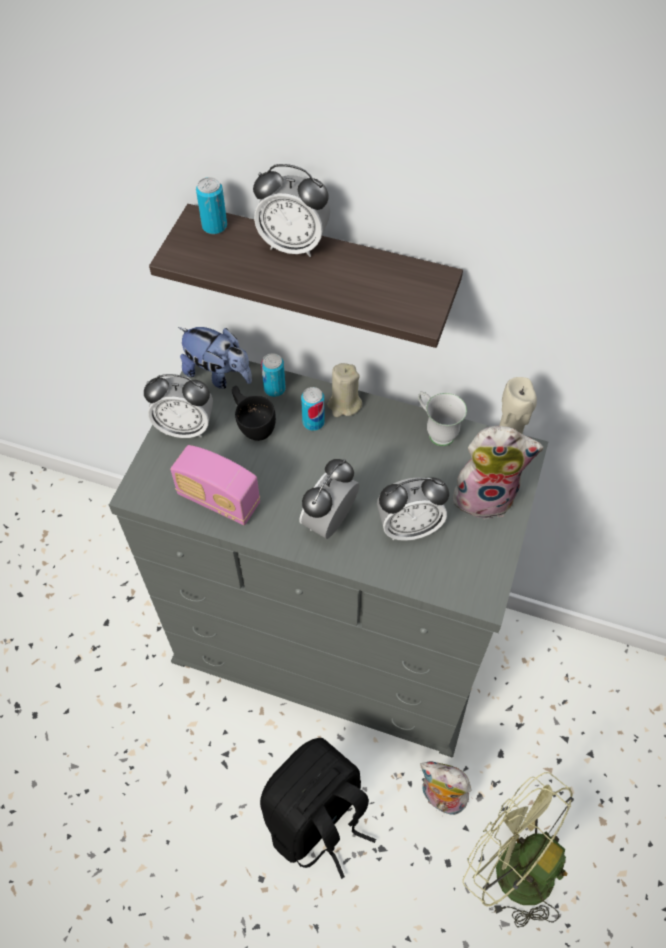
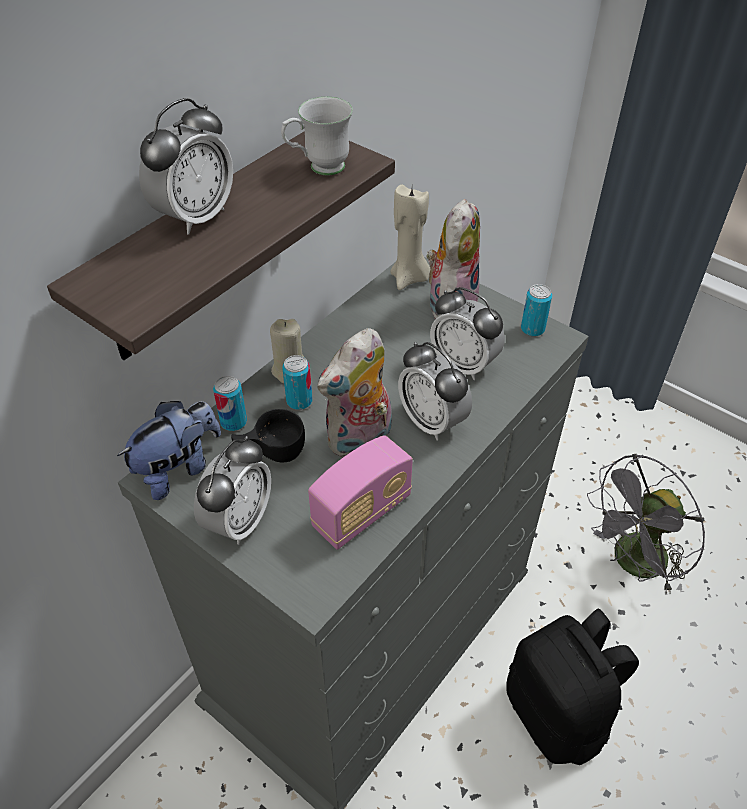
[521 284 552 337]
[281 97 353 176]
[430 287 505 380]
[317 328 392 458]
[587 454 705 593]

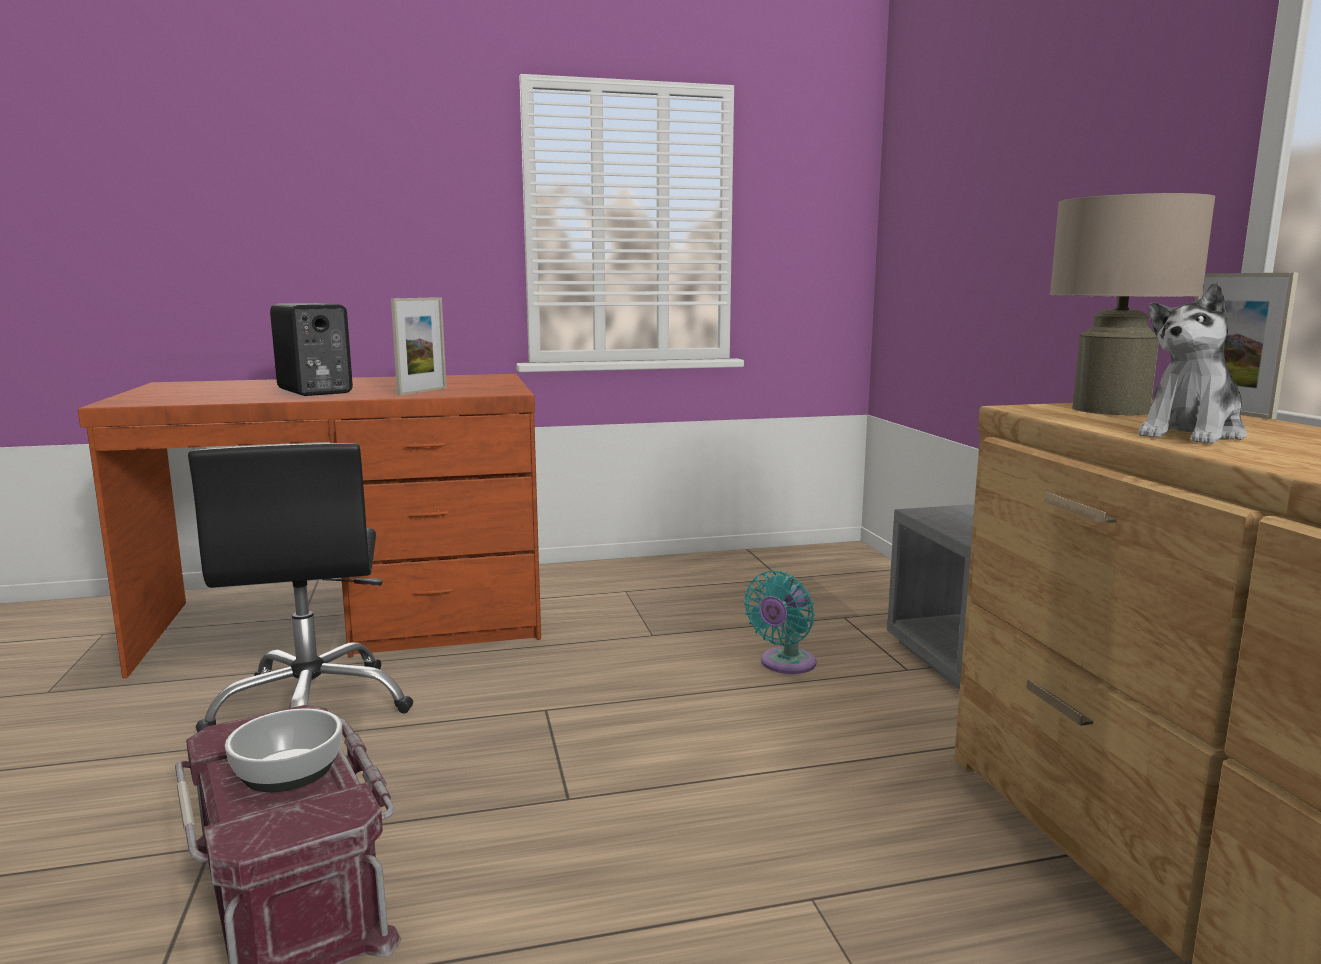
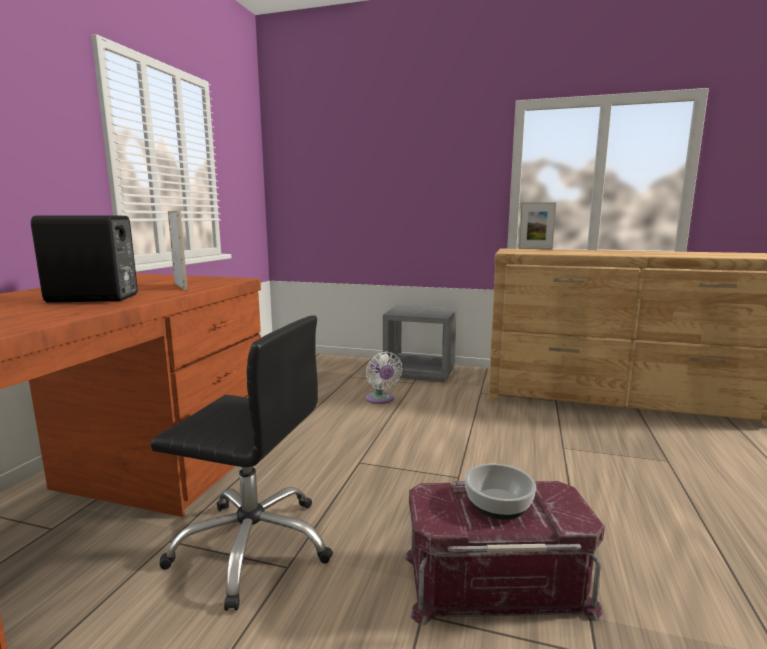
[1050 193 1215 415] (first image)
[1138 282 1247 444] (first image)
[366 352 403 404]

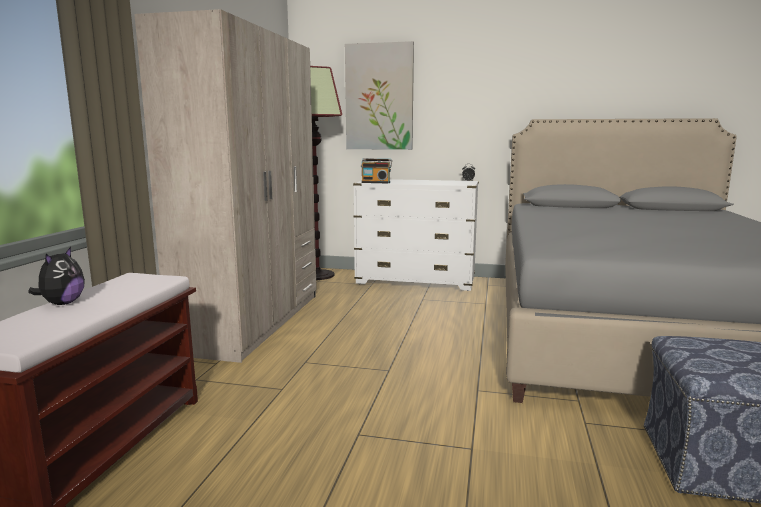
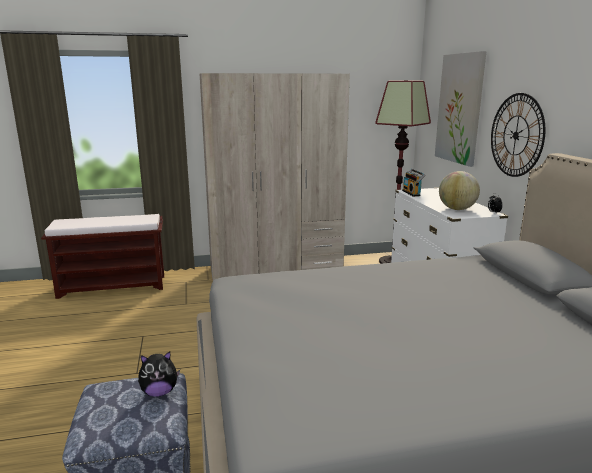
[138 351 180 397]
[491 93 545 177]
[439 171 480 210]

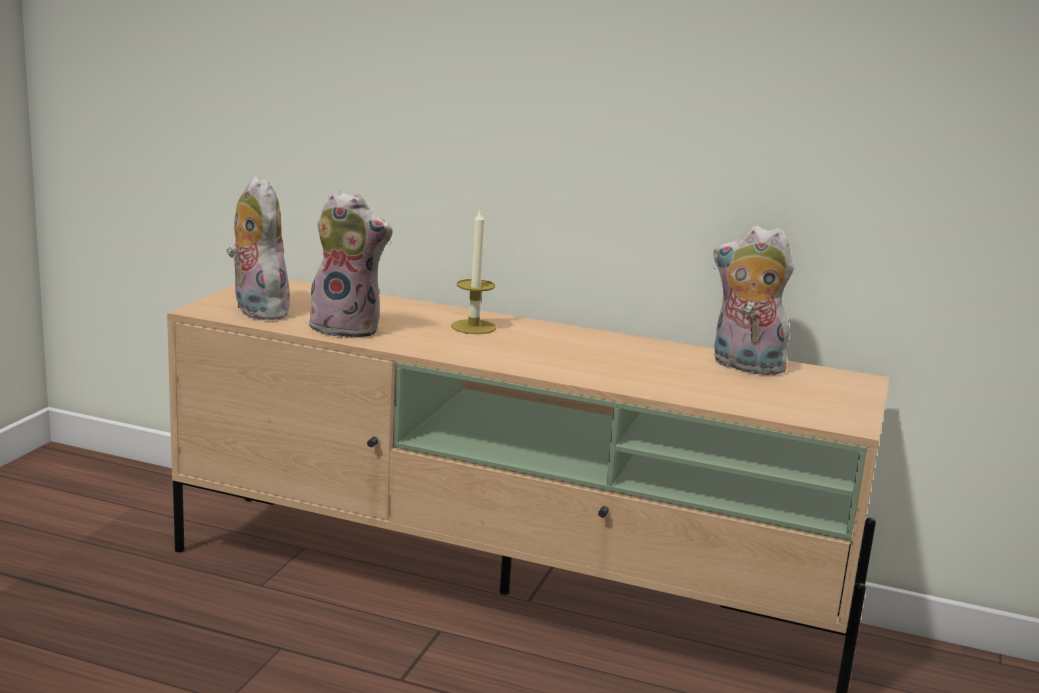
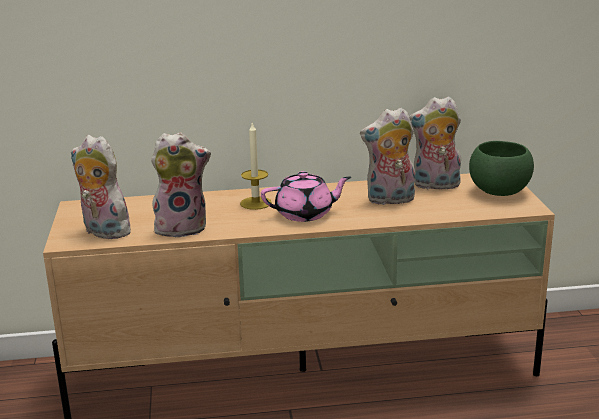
[360 107 415 205]
[469 141 534 196]
[261 171 351 222]

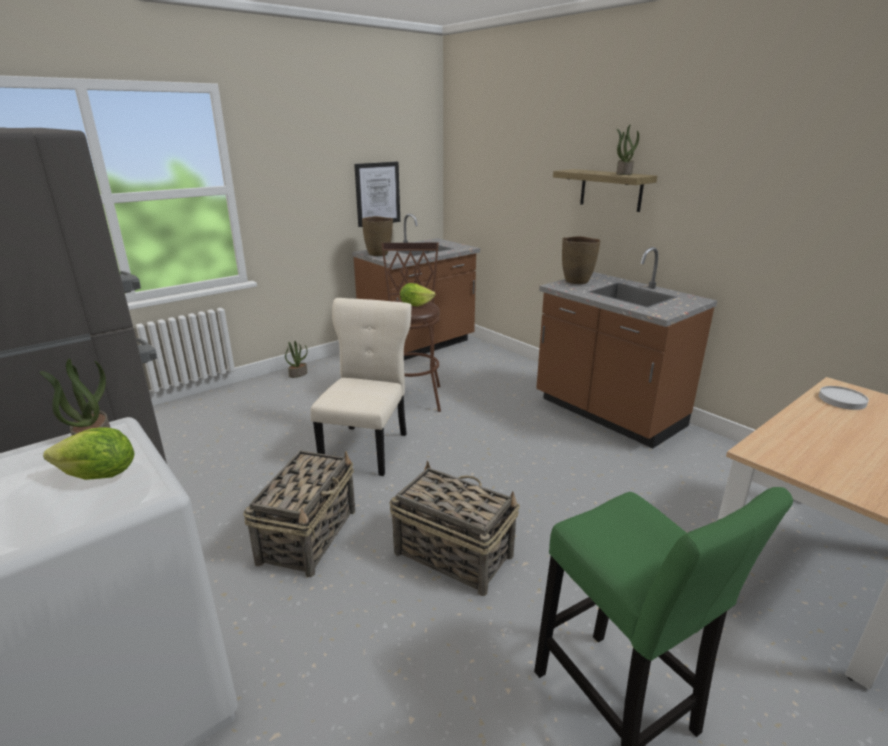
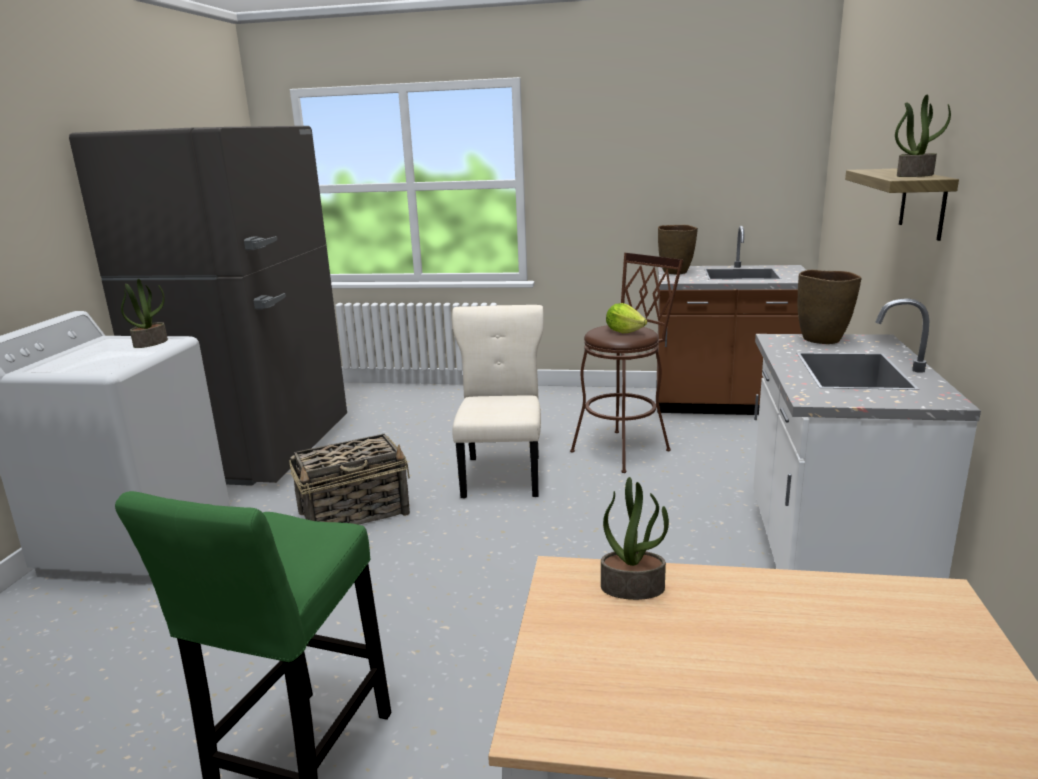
[354 162 400 227] (first image)
[753 299 981 579]
[452 305 544 498]
[601 477 669 600]
[819 386 869 410] (first image)
[43 427 135 480] (first image)
[390 461 520 596] (first image)

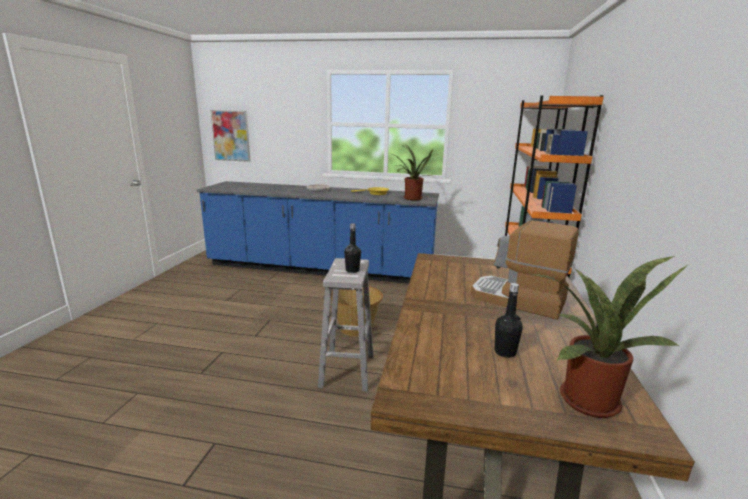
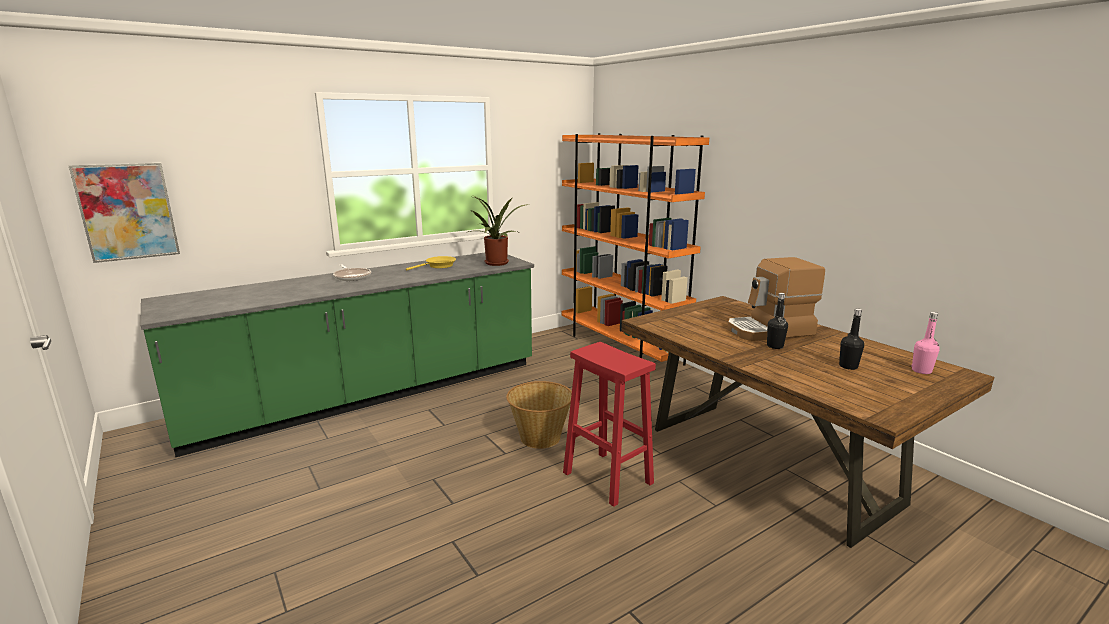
[140 253 534 457]
[767 293 788 349]
[911 312 940 374]
[563 342 656 507]

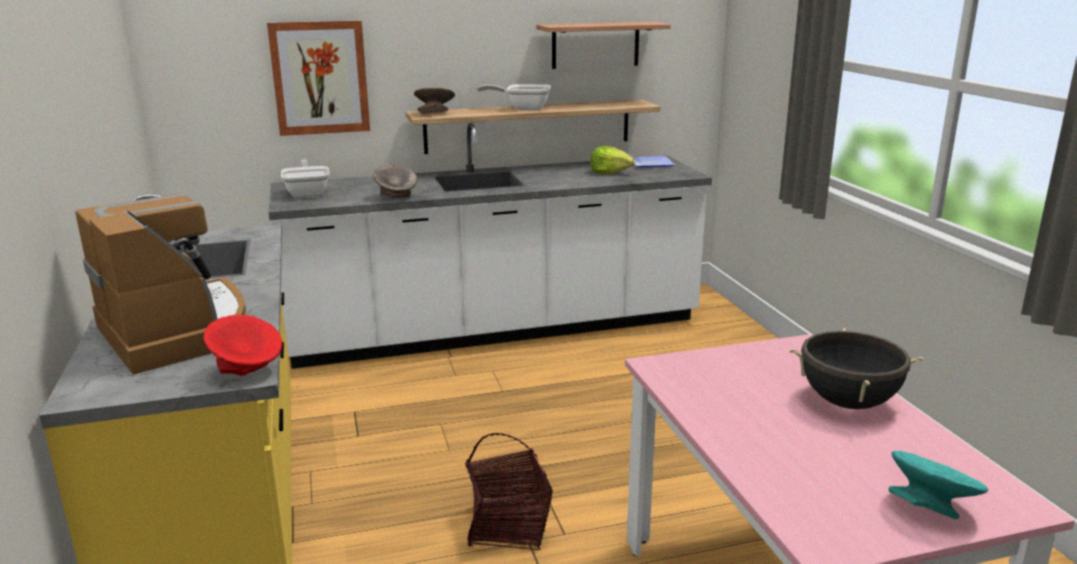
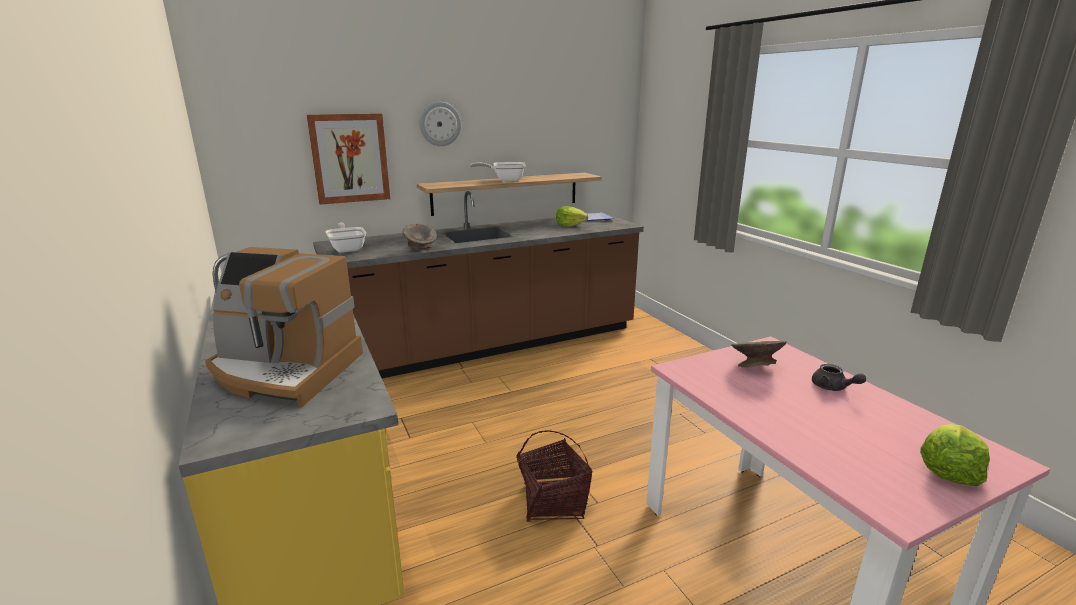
[537 22 671 69] (first image)
[731 341 787 367]
[313 191 644 378]
[205 247 363 407]
[203 315 282 376] (first image)
[812 364 866 391]
[920 424 990 487]
[420 102 461 146]

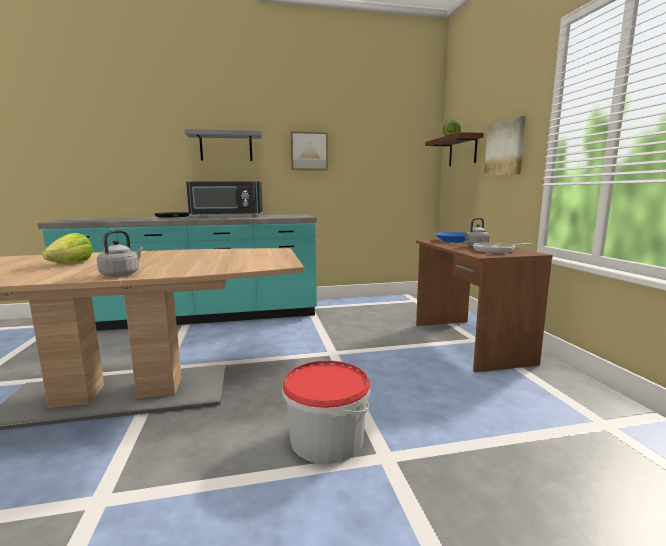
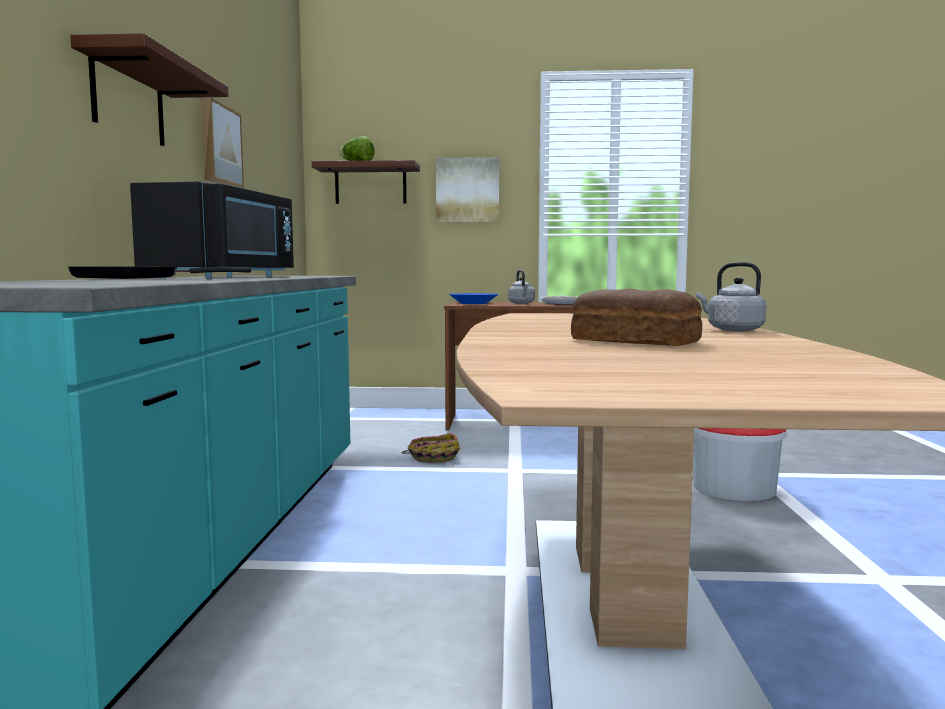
[70 33 229 146]
[571 289 702 346]
[402 433 460 463]

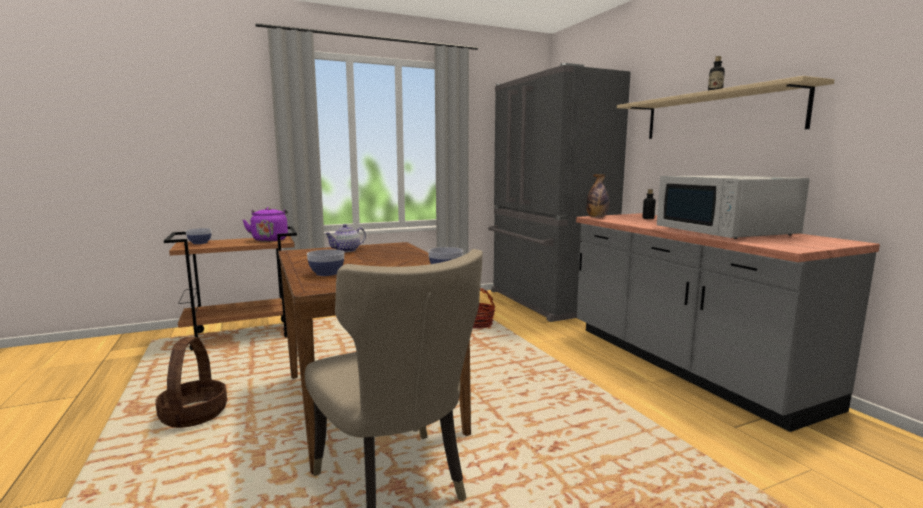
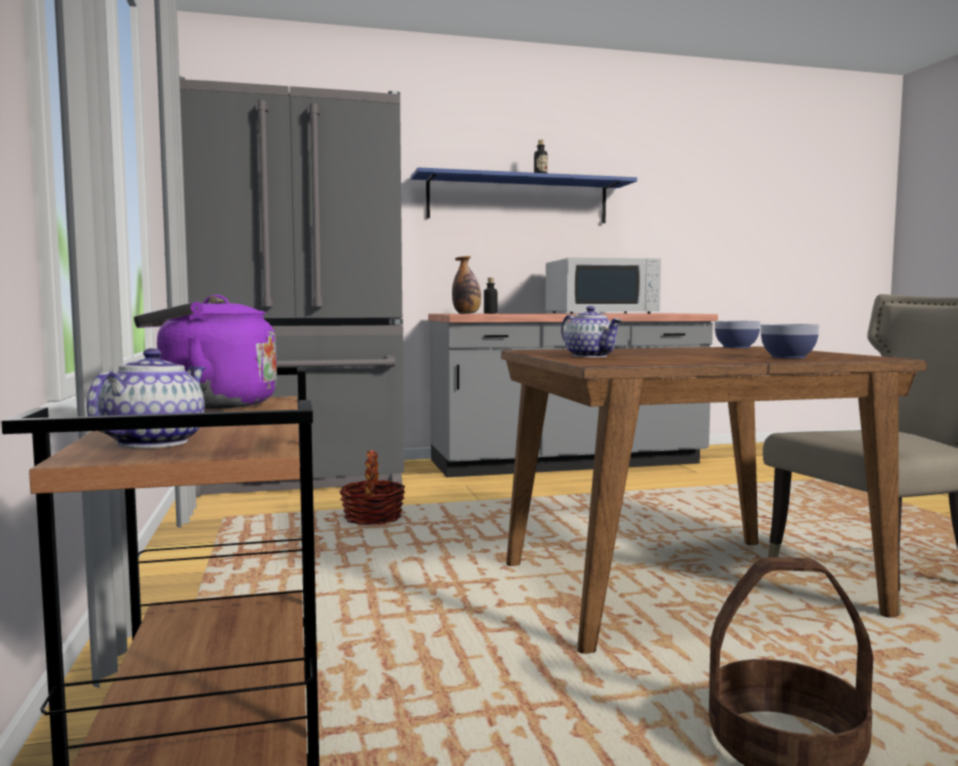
[411 167 637 223]
[87 348 206 448]

